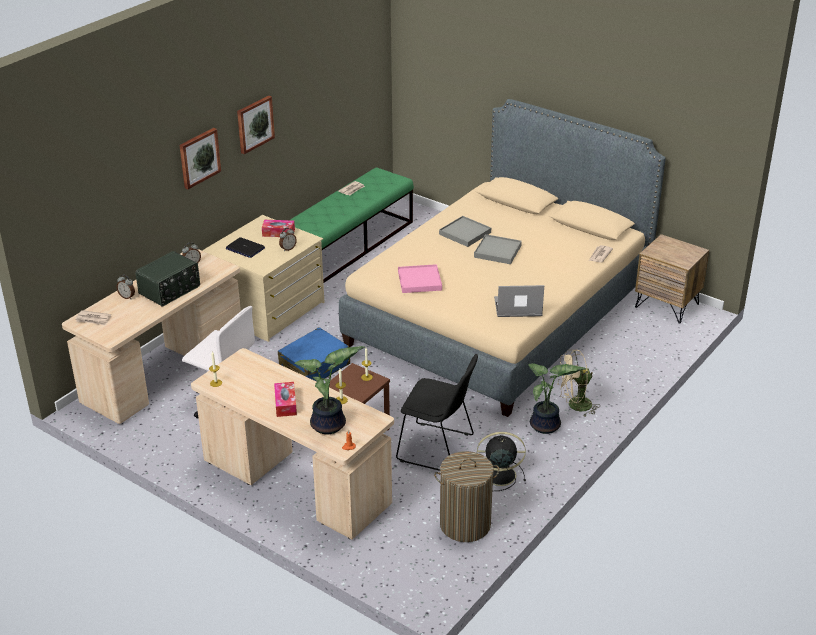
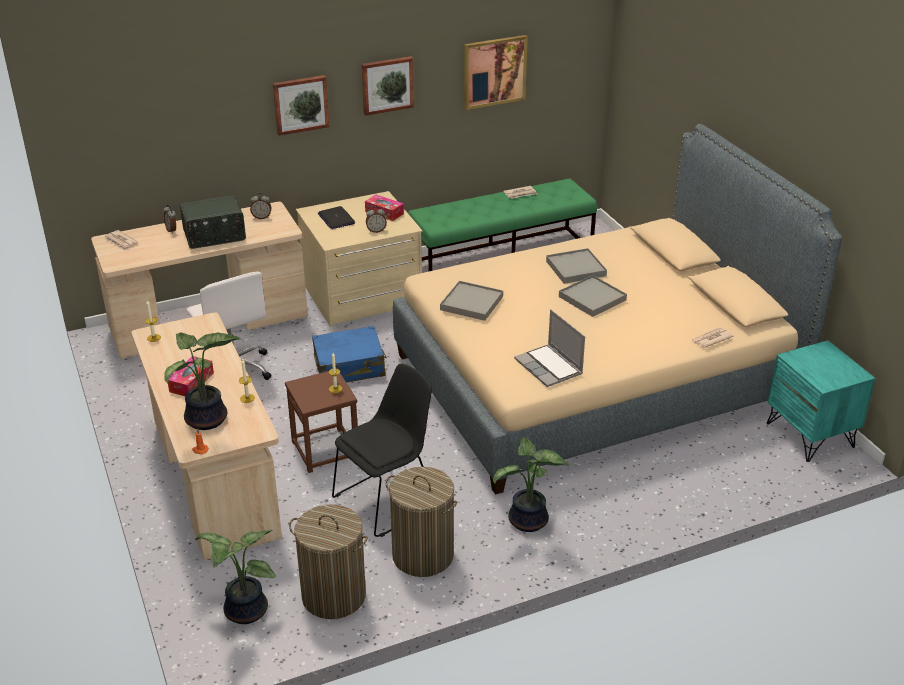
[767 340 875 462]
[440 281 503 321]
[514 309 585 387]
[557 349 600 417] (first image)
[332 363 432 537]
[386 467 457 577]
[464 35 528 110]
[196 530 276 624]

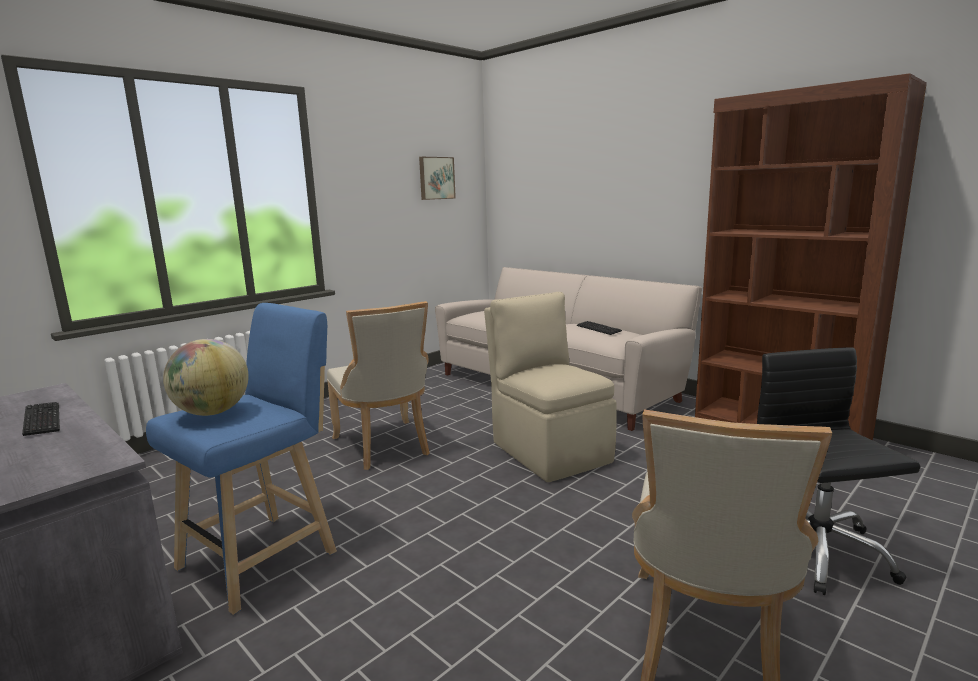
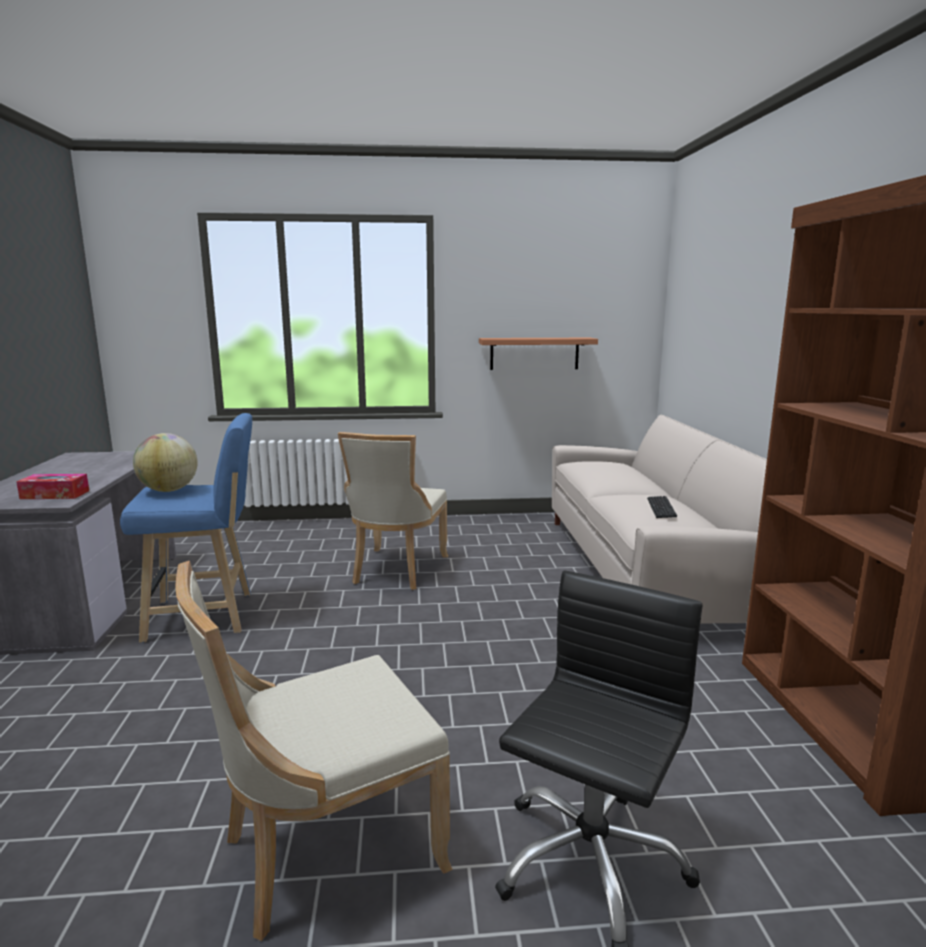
[419 157 456 200] (first image)
[484 292 617 482] (first image)
[22 402 60 436] (first image)
[479 338 598 370]
[16 474 89 499]

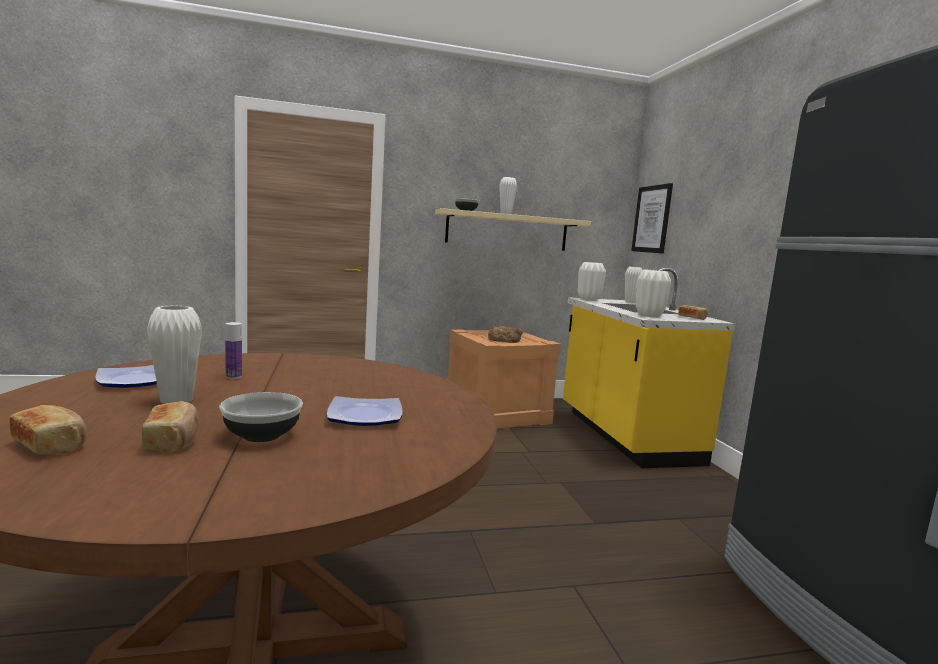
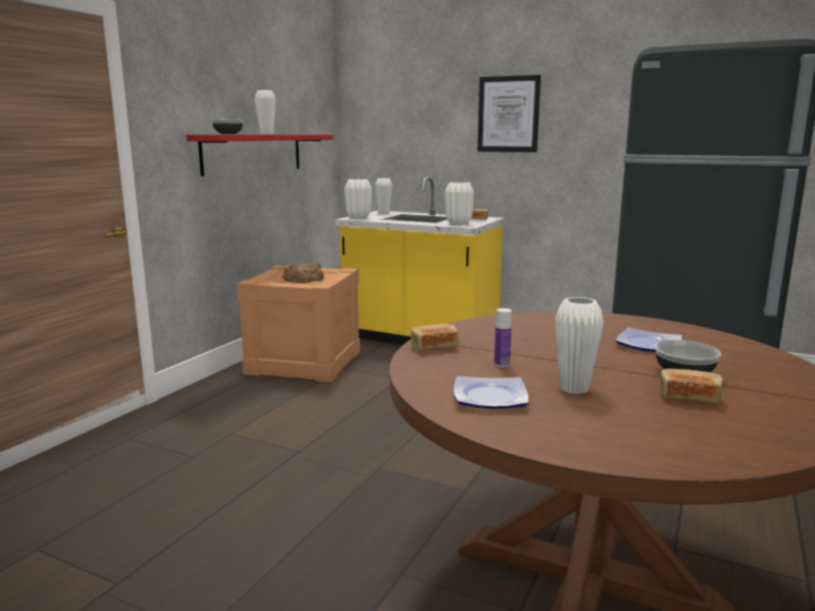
[478 75 541 152]
[186 135 333 176]
[411 324 459 350]

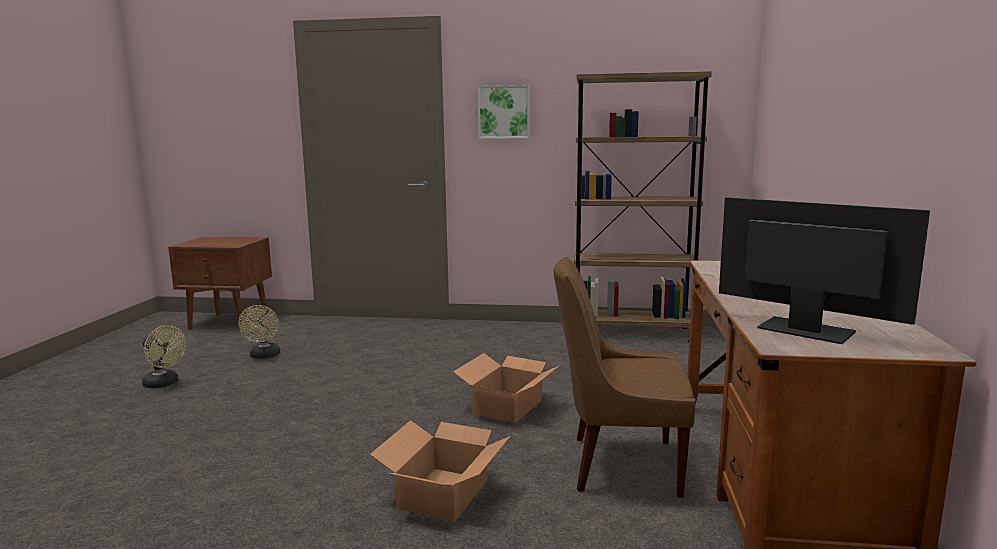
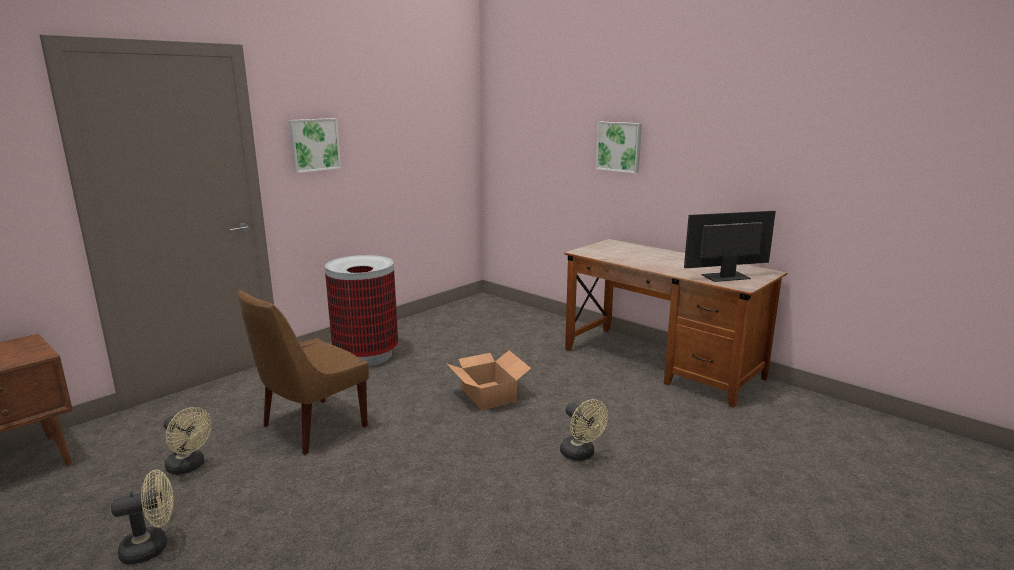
[574 72 712 342] (first image)
[237 290 369 455]
[560 399 608 461]
[596 122 642 173]
[325 255 398 366]

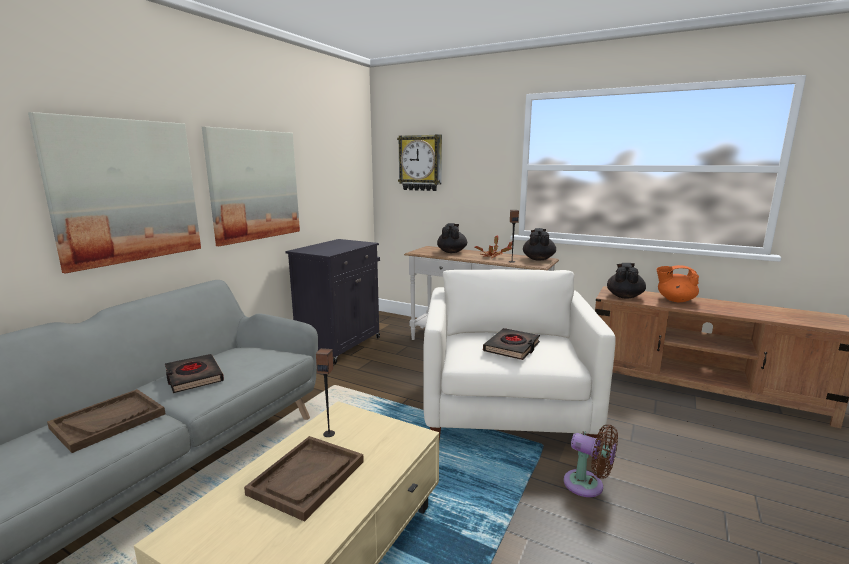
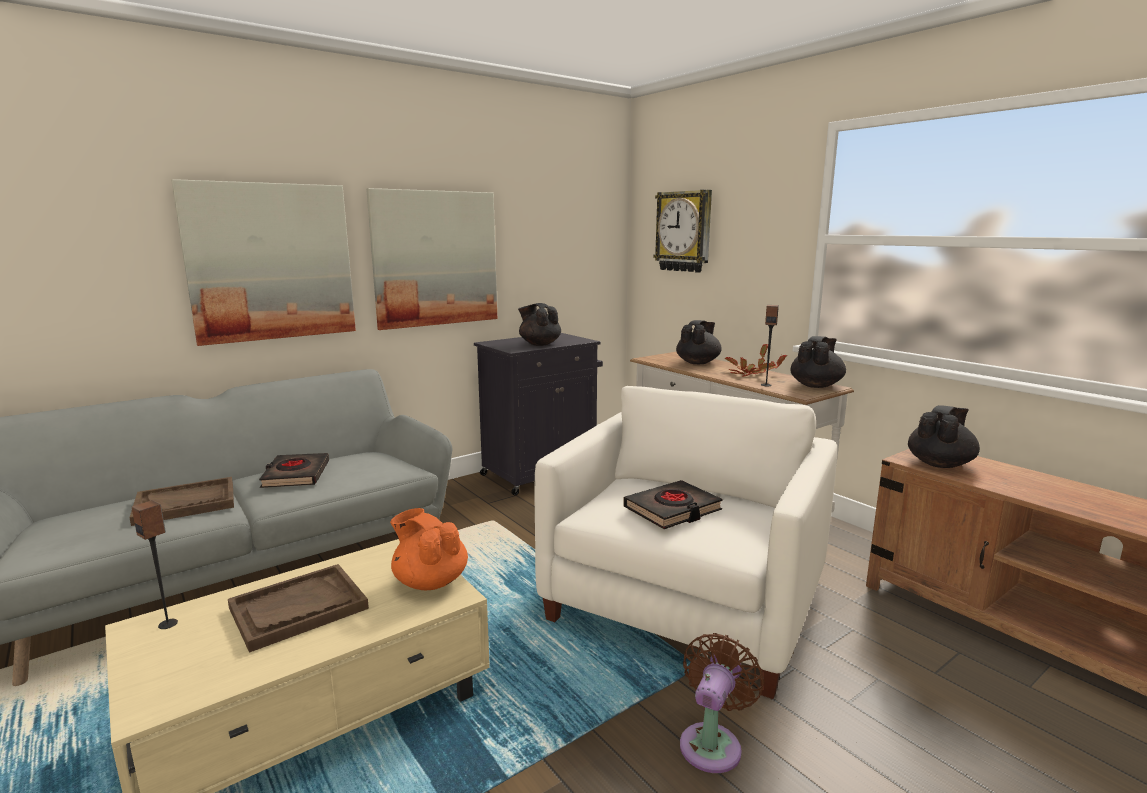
[390 508 468 590]
[132 500 178 629]
[680 633 764 773]
[518 303 561 346]

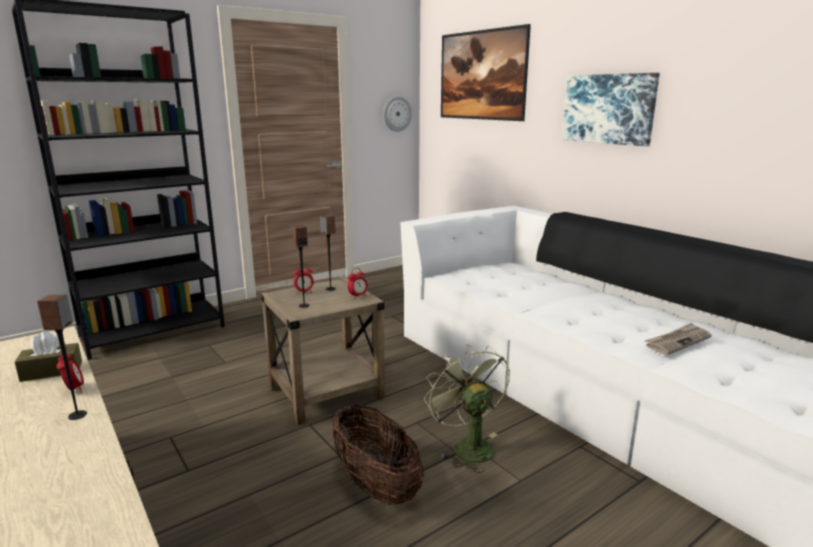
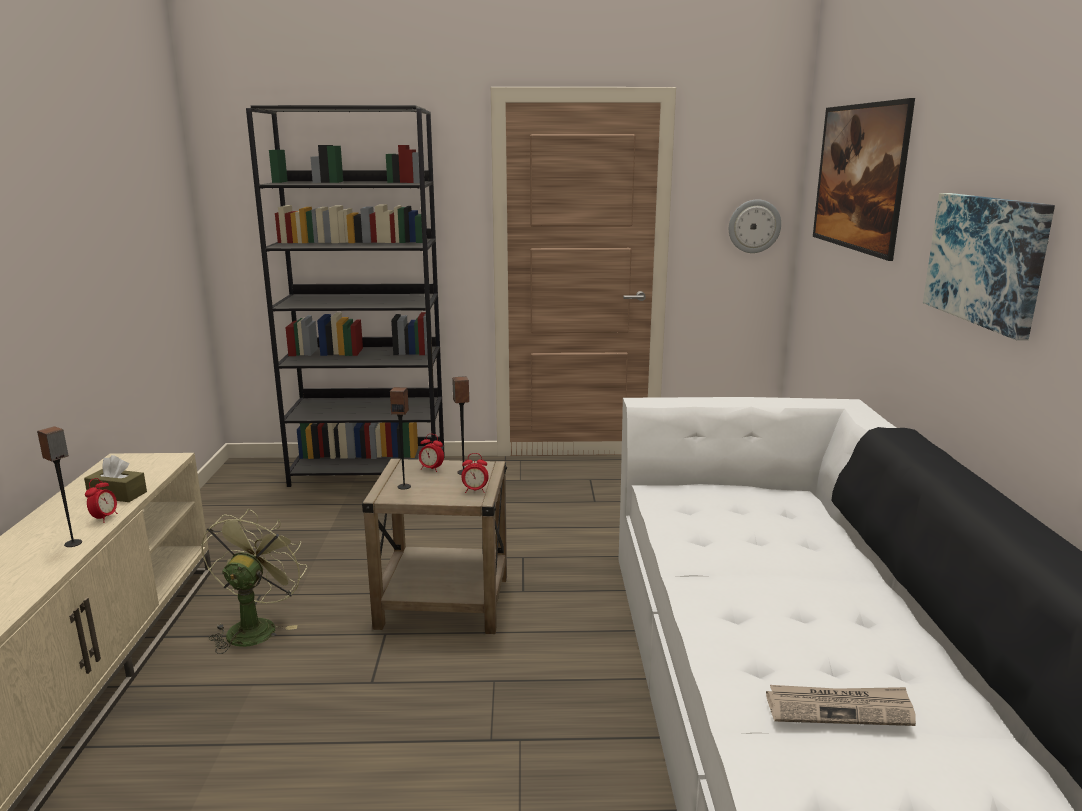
[201 509 307 654]
[333 405 424 505] (first image)

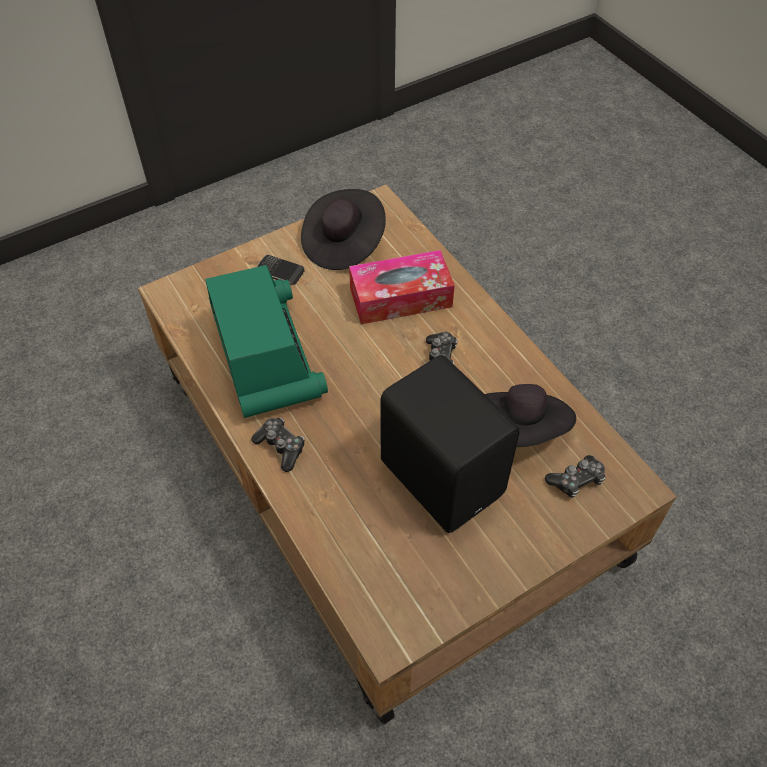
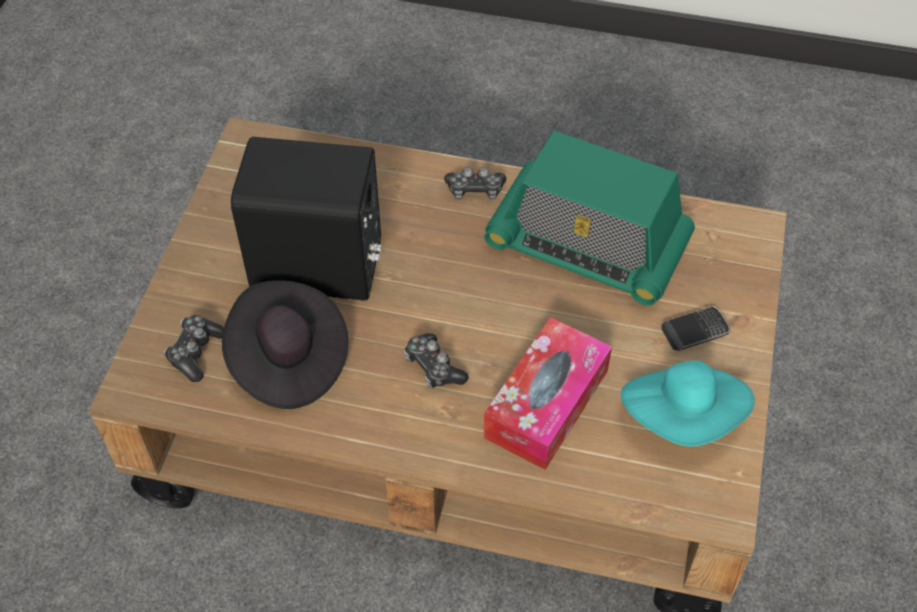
[621 361 755 447]

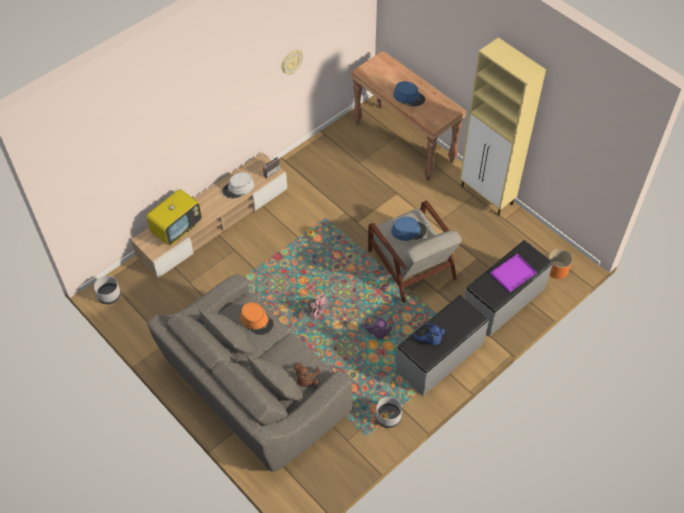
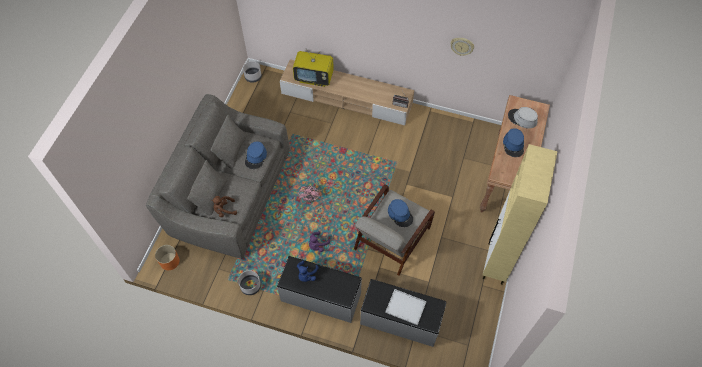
[508 107 538 128]
[155 245 180 270]
[385 289 427 325]
[245 141 267 169]

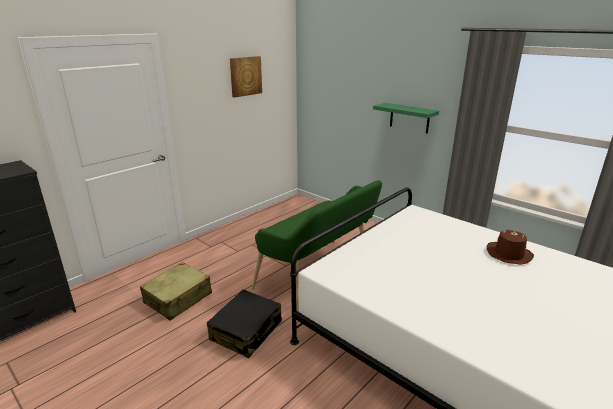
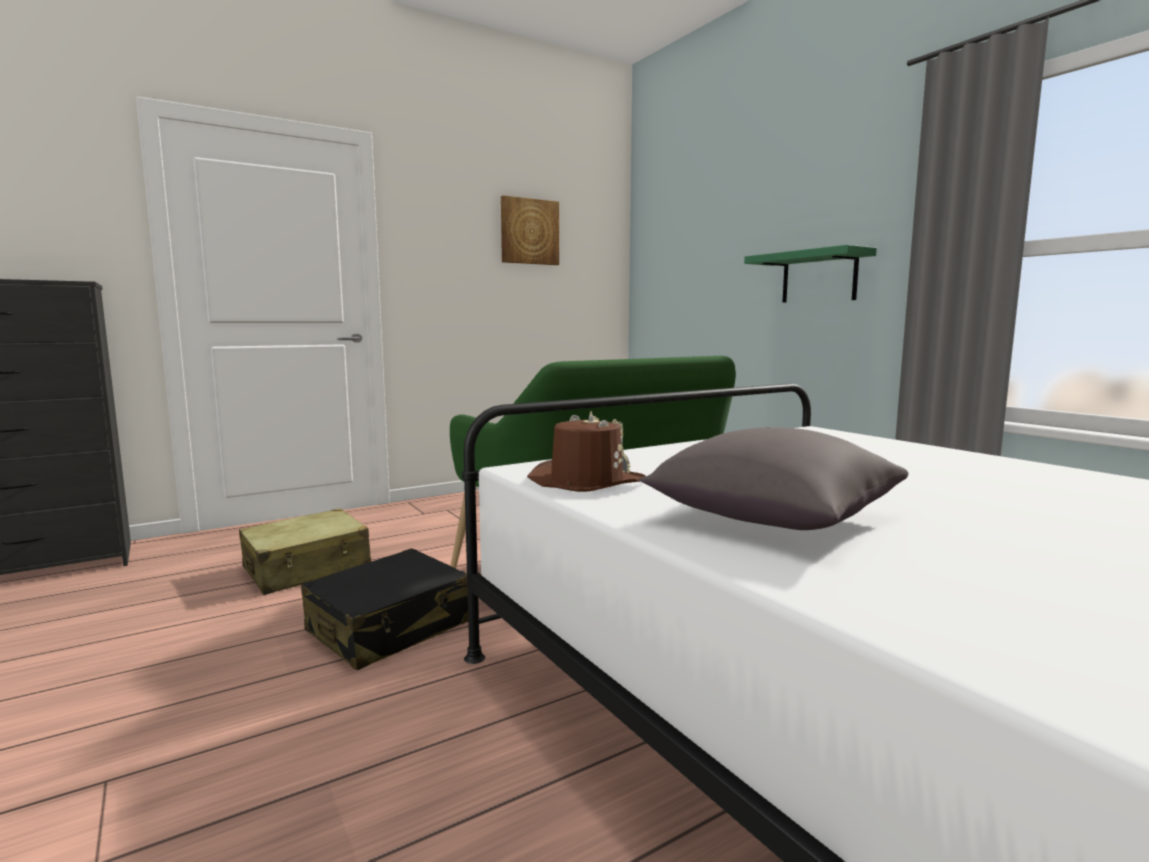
[527 411 646 492]
[639 427 908 530]

